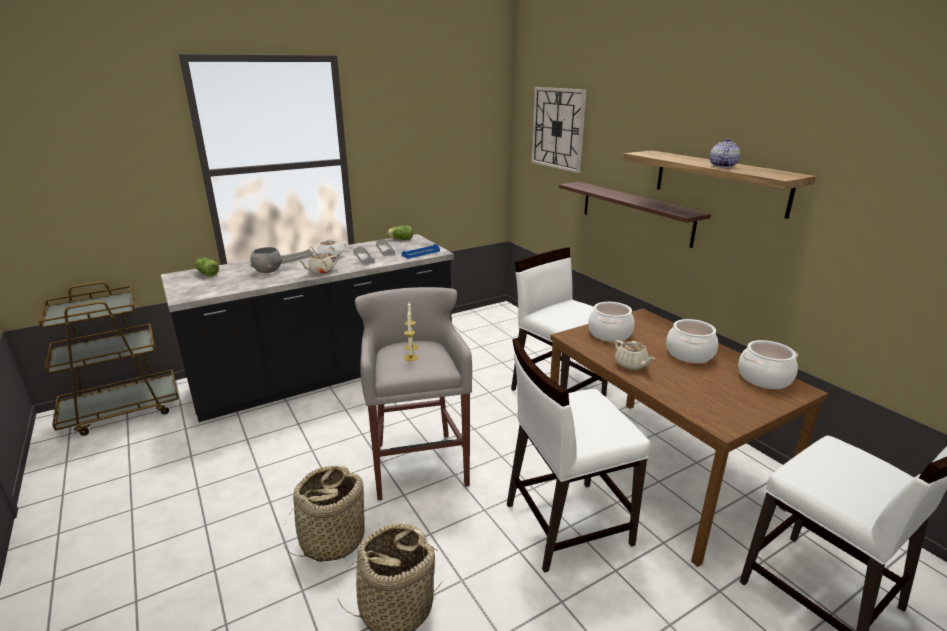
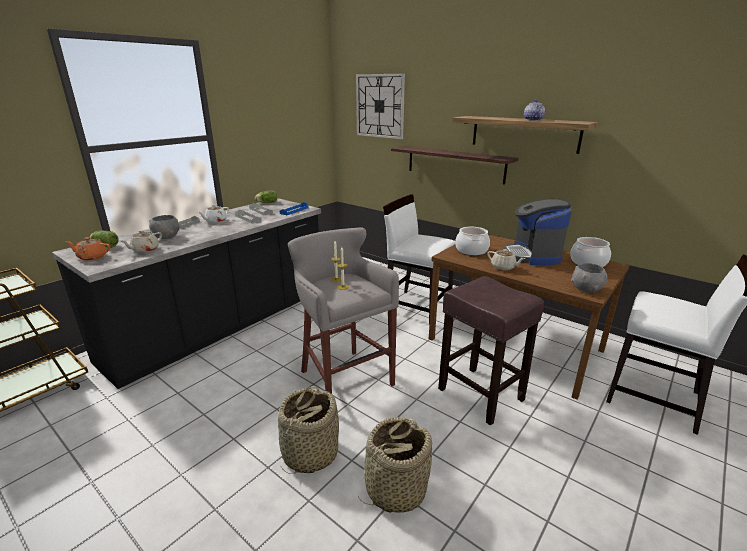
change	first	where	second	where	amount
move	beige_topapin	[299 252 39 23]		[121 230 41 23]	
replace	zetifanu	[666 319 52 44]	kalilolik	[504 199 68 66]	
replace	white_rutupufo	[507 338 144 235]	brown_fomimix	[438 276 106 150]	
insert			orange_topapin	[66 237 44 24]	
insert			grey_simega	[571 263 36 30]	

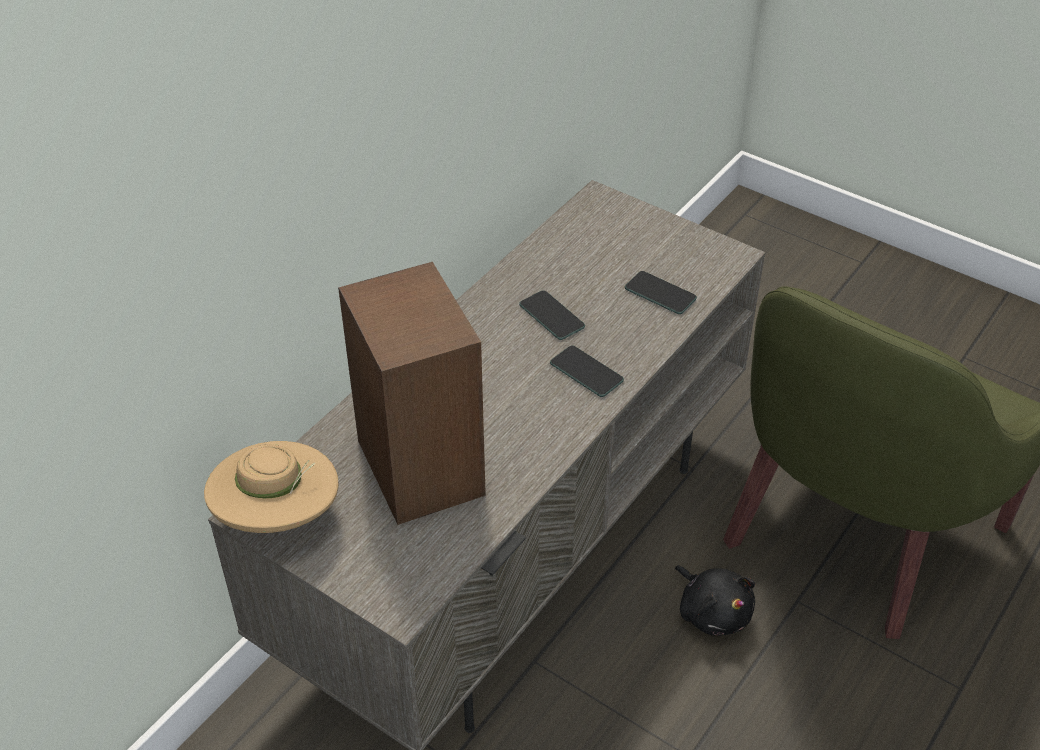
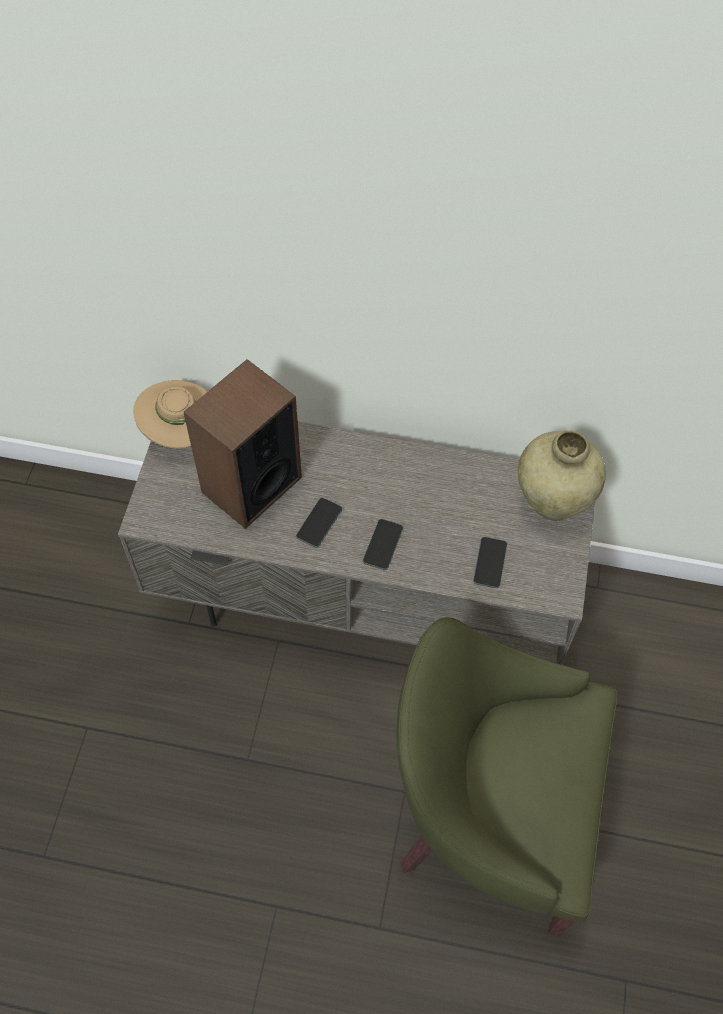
change	first	where	second	where	amount
move	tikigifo	[519 290 66 50]		[296 498 46 50]	
delete	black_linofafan	[675 565 80 71]			
insert			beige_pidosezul	[518 430 88 91]	

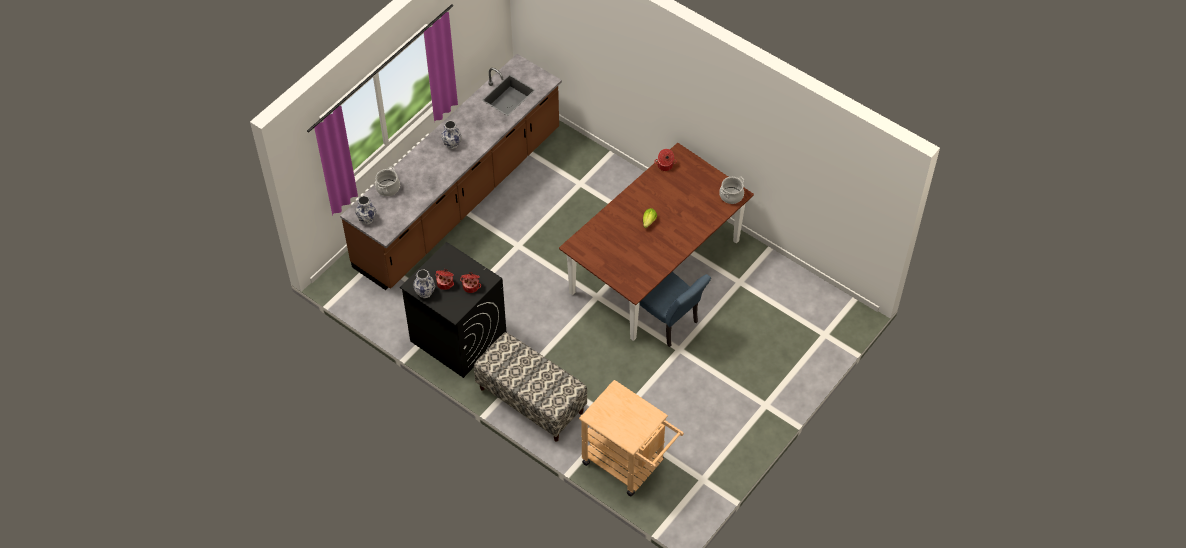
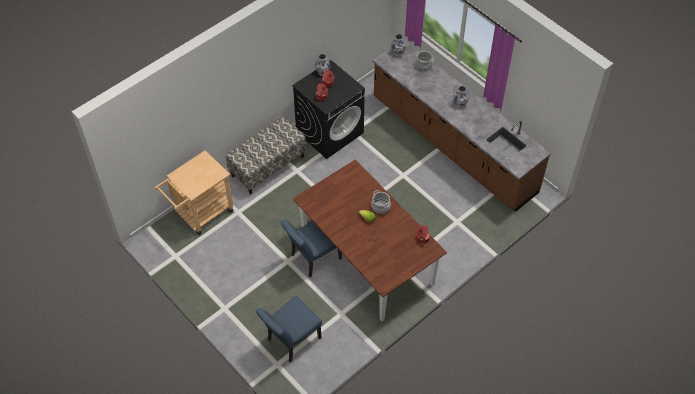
change	first	where	second	where	amount
move	zetifanu	[719 176 25 28]		[371 190 20 24]	
insert			blue_rutupufo	[256 296 66 67]	

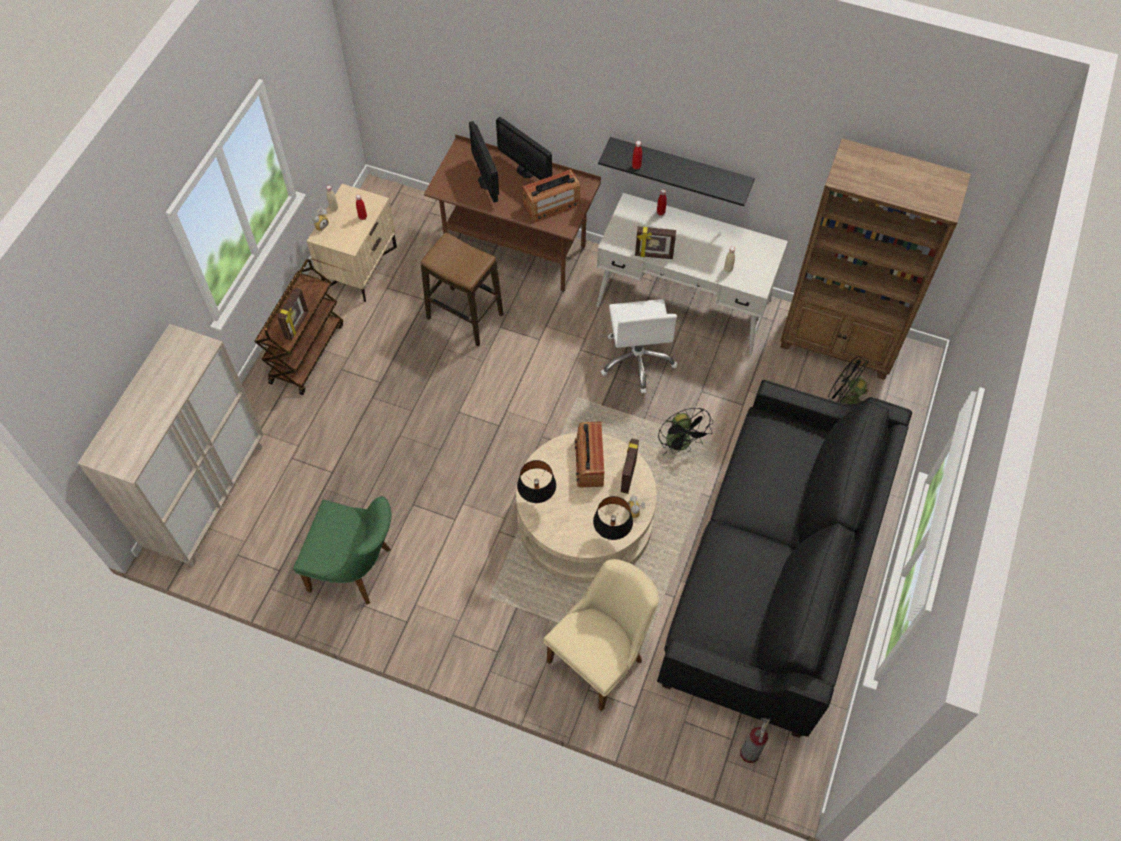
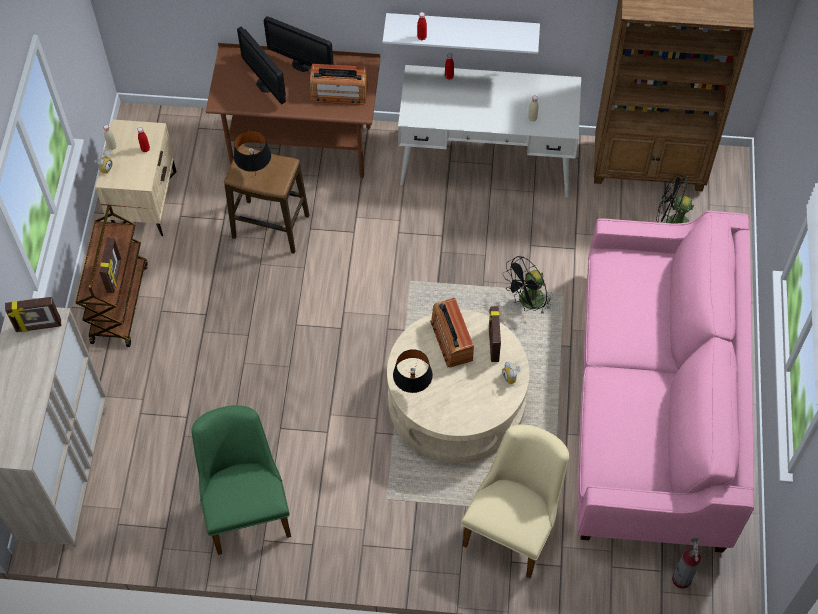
change	first	where	second	where	amount
recolor	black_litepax	[598 137 157 69]	white_litepax	[383 13 157 41]	
rotate	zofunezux	[523 169 57 53]		[310 64 58 41]	45 degrees clockwise
move	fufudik	[635 226 41 33]		[5 297 56 35]	
delete	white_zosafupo	[601 299 76 94]			
recolor	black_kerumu	[657 380 255 358]	pink_kerumu	[577 211 177 342]	
rotate	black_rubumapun	[658 408 55 47]		[503 256 49 58]	90 degrees clockwise
rotate	green_rutupufo	[293 496 98 108]		[191 405 100 150]	105 degrees counterclockwise
move	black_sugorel	[593 496 40 44]		[234 130 37 46]	

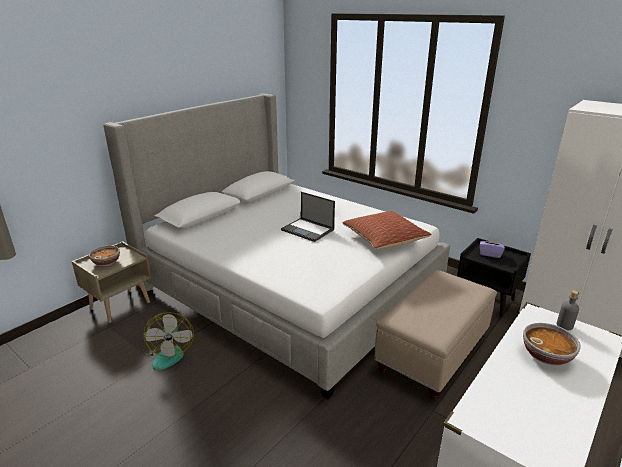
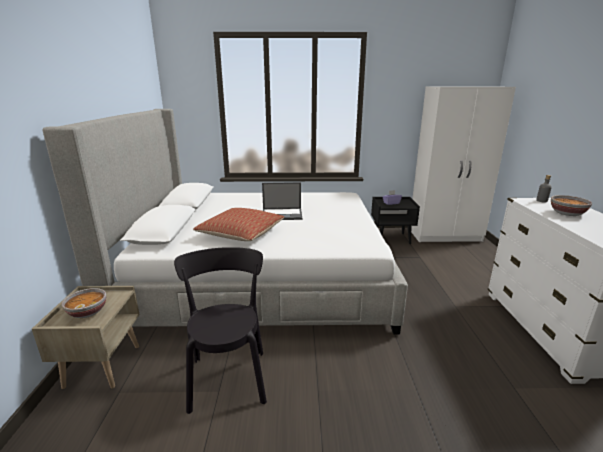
change	first	where	second	where	amount
move	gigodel	[343 211 89 38]		[193 208 91 33]	
delete	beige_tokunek	[375 270 122 129]			
replace	rubumapun	[142 312 52 58]	black_rutupufo	[174 247 93 167]	

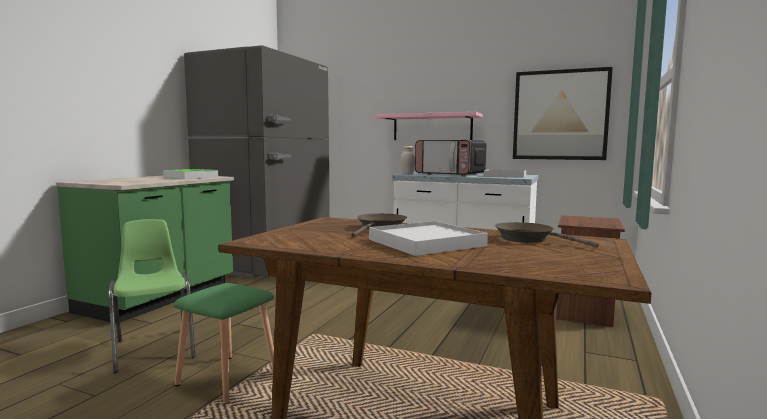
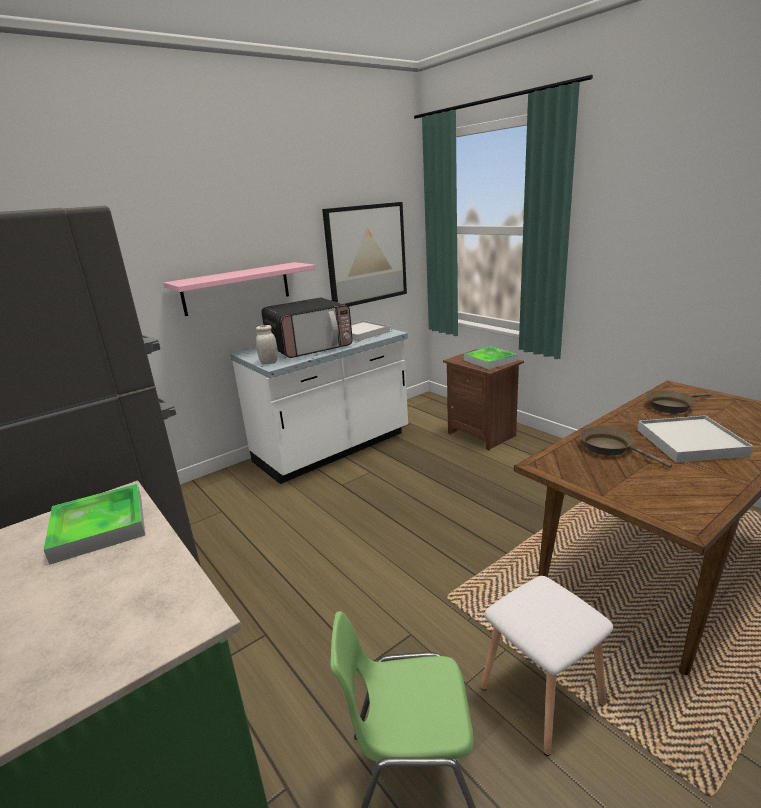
change	first	where	second	where	amount
recolor	green_fomimix	[174 283 100 120]	white_fomimix	[481 576 132 180]	
insert			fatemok	[464 347 53 22]	

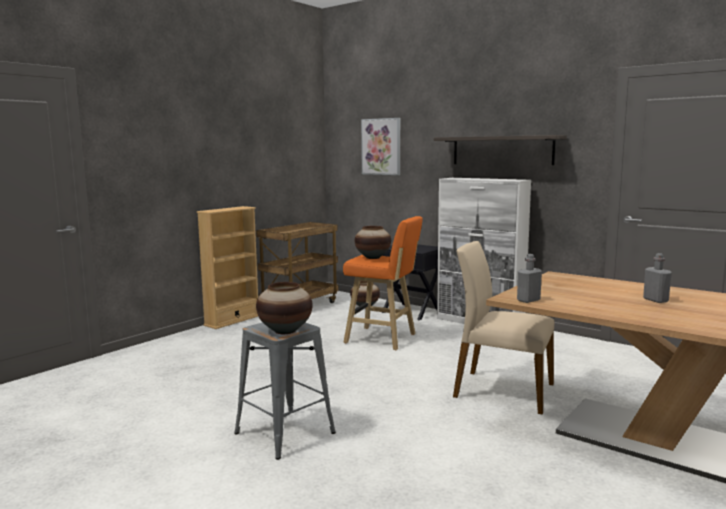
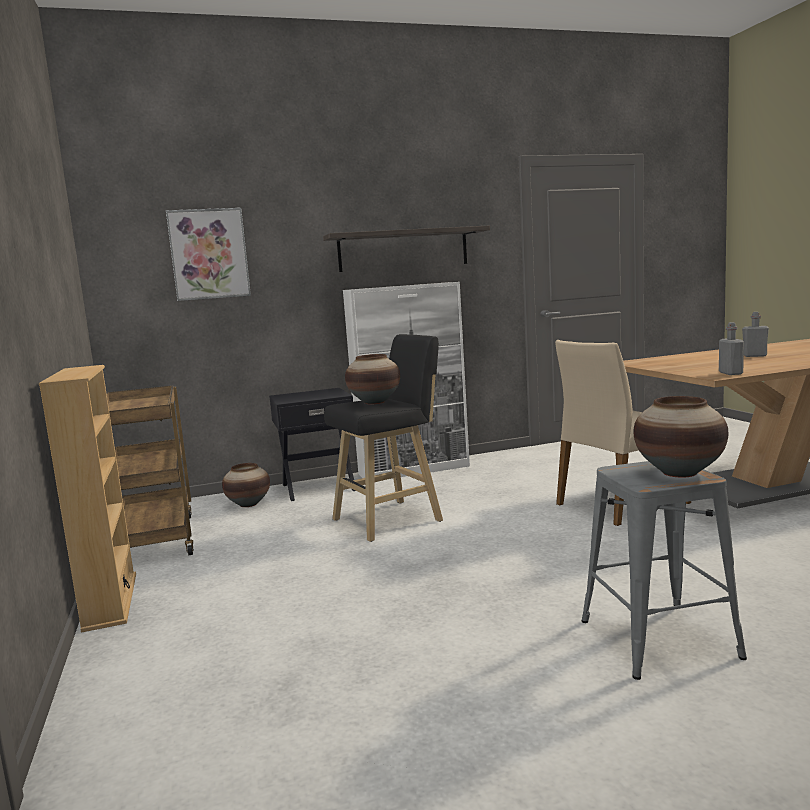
change	first	where	second	where	amount
recolor	orange_fomimix	[343 216 80 134]	black_fomimix	[324 334 119 208]	

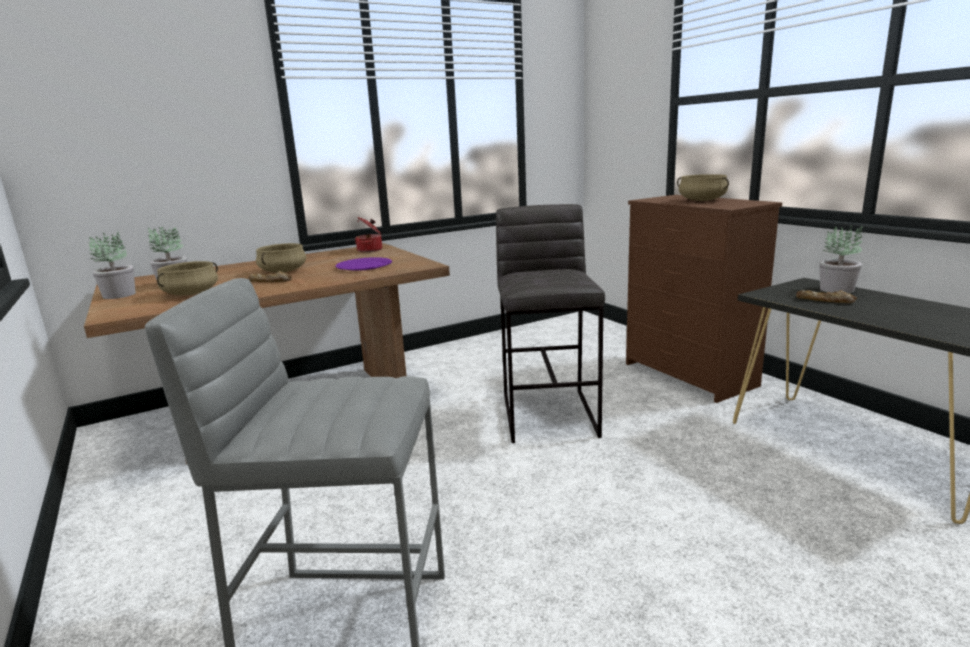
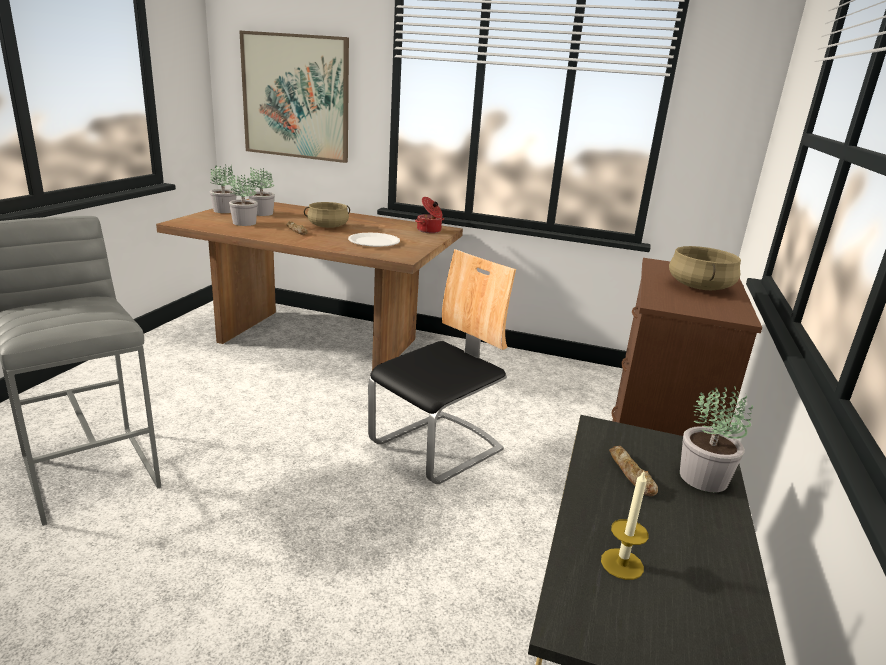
change	first	where	second	where	amount
replace	grey_fomimix	[496 204 109 239]	rutupufo	[368 249 148 235]	
recolor	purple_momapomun	[335 257 57 14]	white_momapomun	[348 233 52 14]	
replace	beige_zetifanu	[157 261 61 34]	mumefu	[229 174 29 52]	
insert			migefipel	[239 31 110 132]	
insert			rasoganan	[601 471 47 109]	

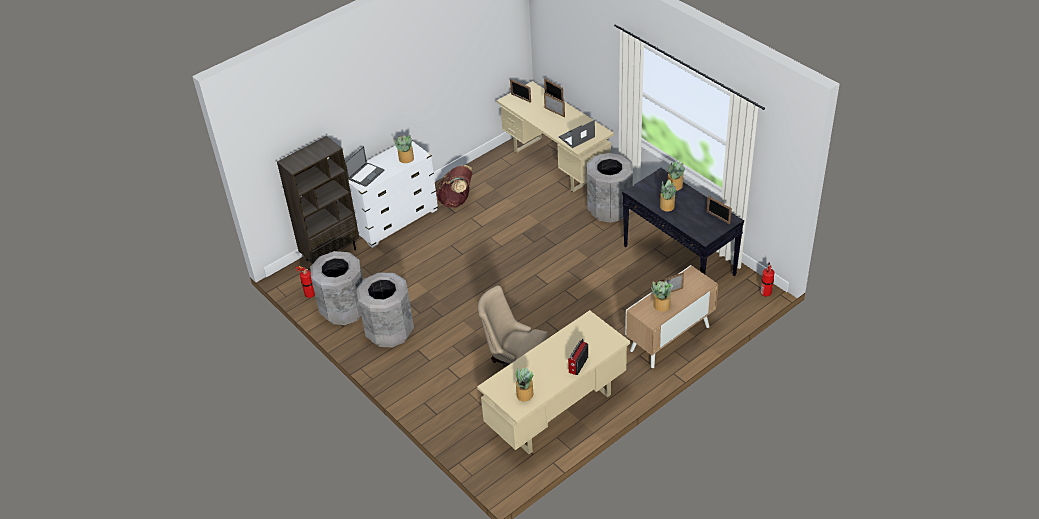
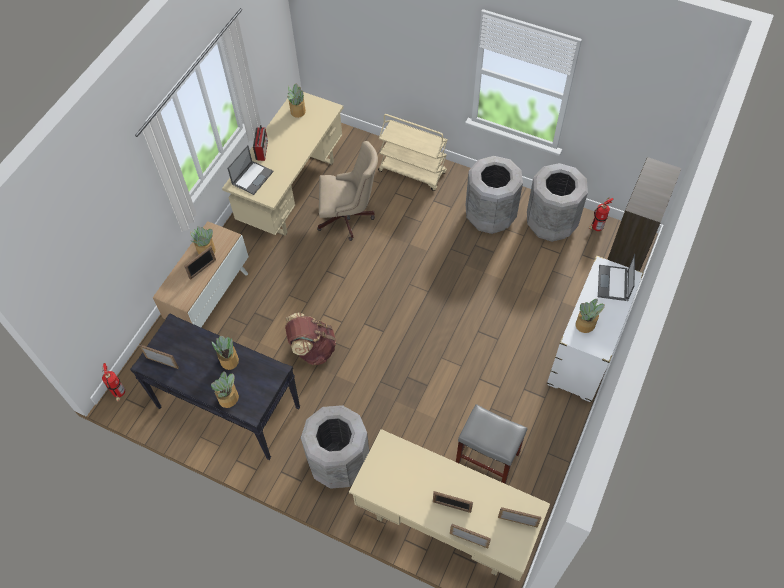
change	first	where	second	where	amount
move	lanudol	[559 120 36 28]		[227 145 46 50]	
move	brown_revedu	[436 165 37 43]		[285 312 51 53]	
insert			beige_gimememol	[378 114 69 77]	
insert			grey_fomimix	[456 404 71 80]	

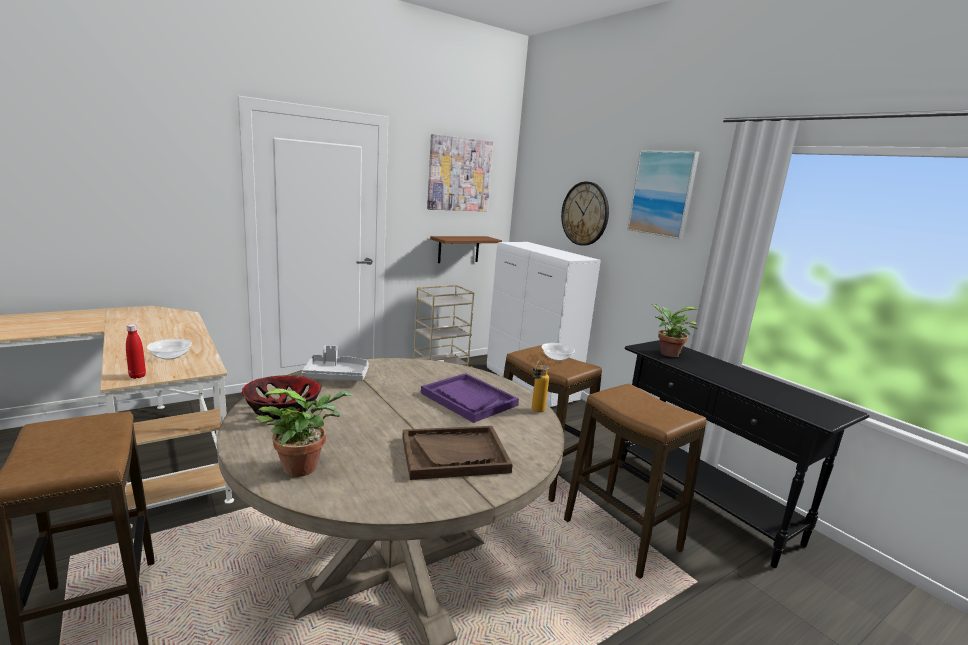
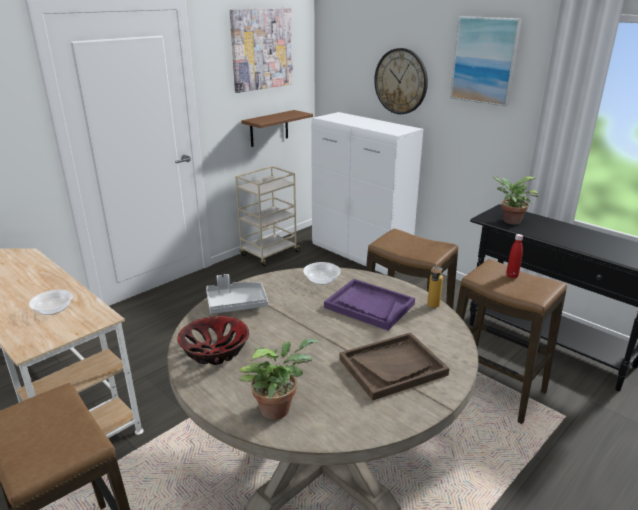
change	first	where	second	where	amount
move	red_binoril	[126 324 20 55]		[506 234 17 44]	
move	simega	[541 343 34 18]		[303 262 38 23]	

